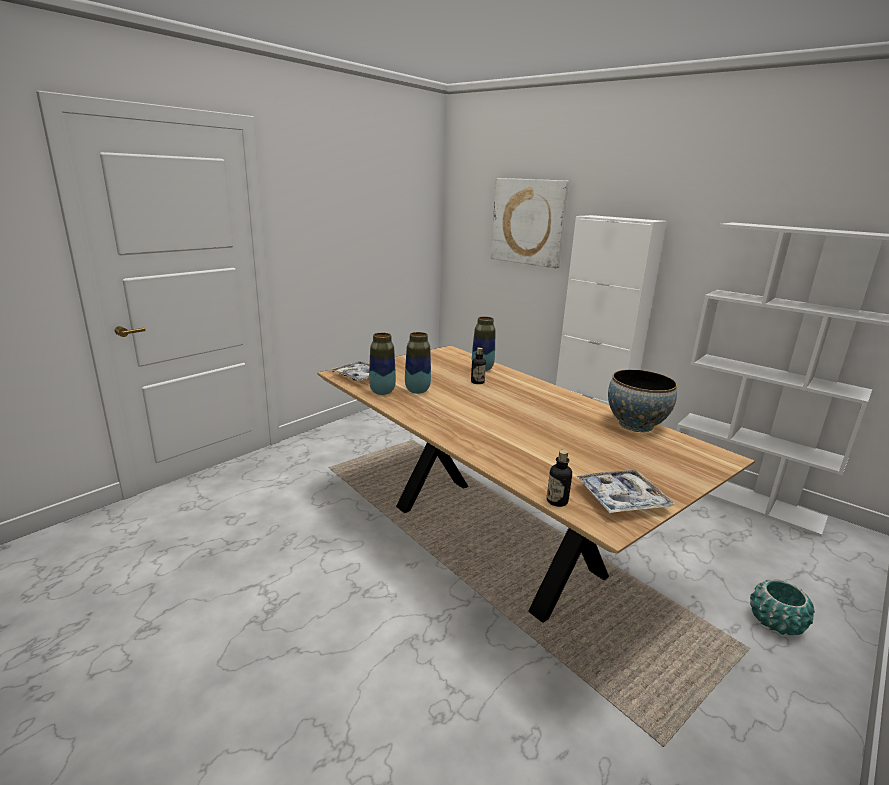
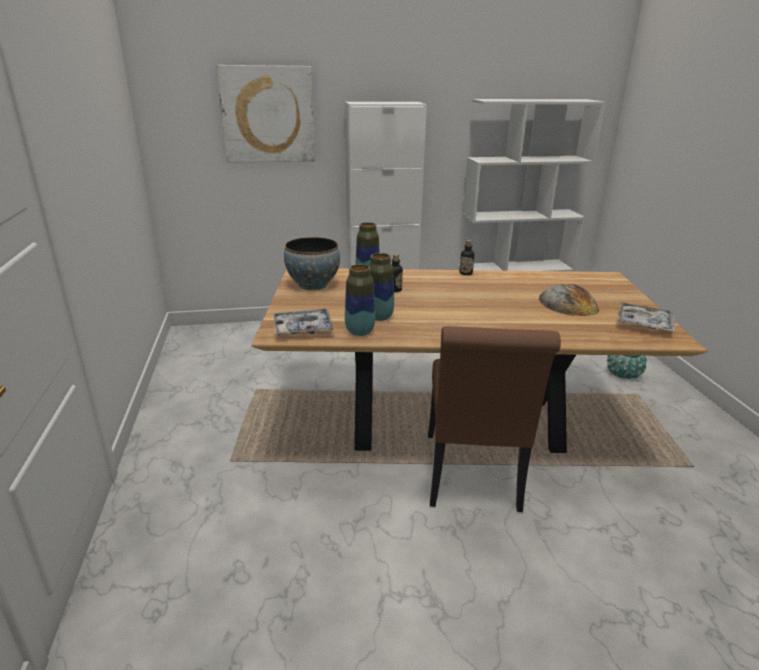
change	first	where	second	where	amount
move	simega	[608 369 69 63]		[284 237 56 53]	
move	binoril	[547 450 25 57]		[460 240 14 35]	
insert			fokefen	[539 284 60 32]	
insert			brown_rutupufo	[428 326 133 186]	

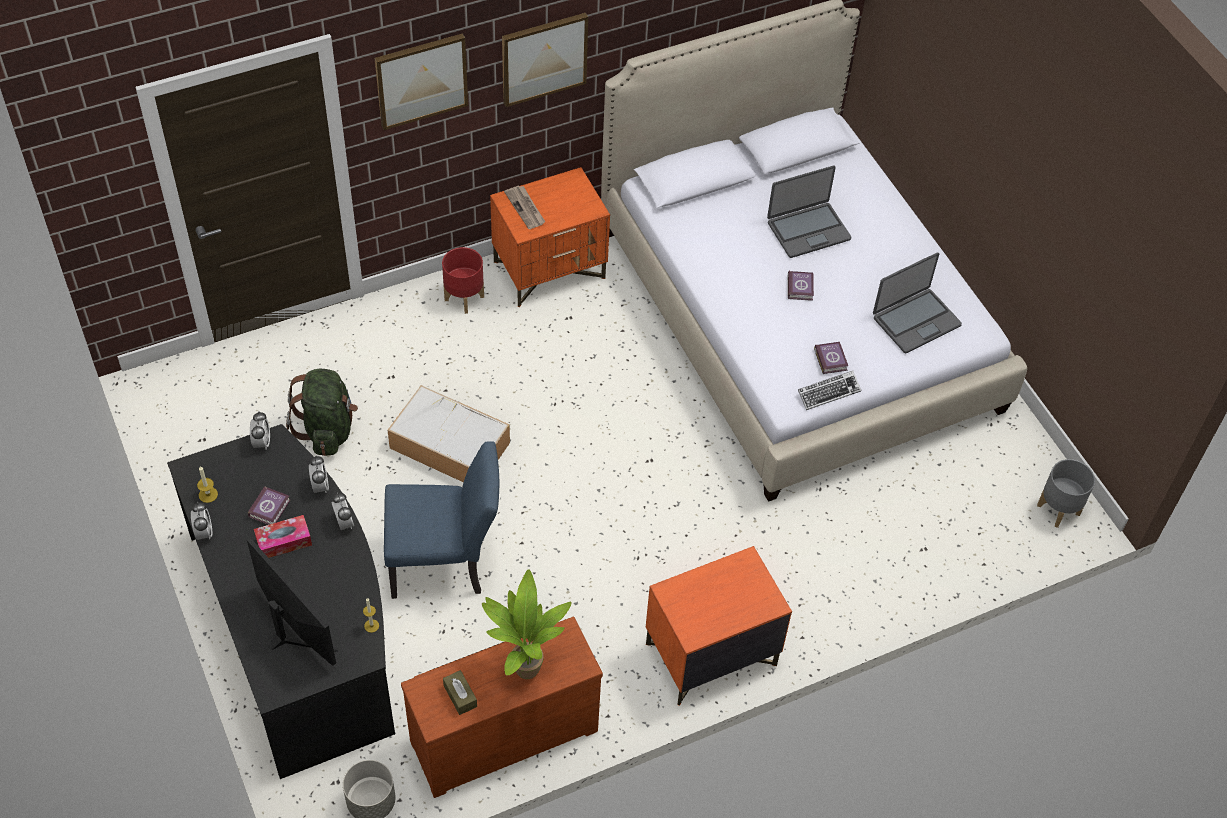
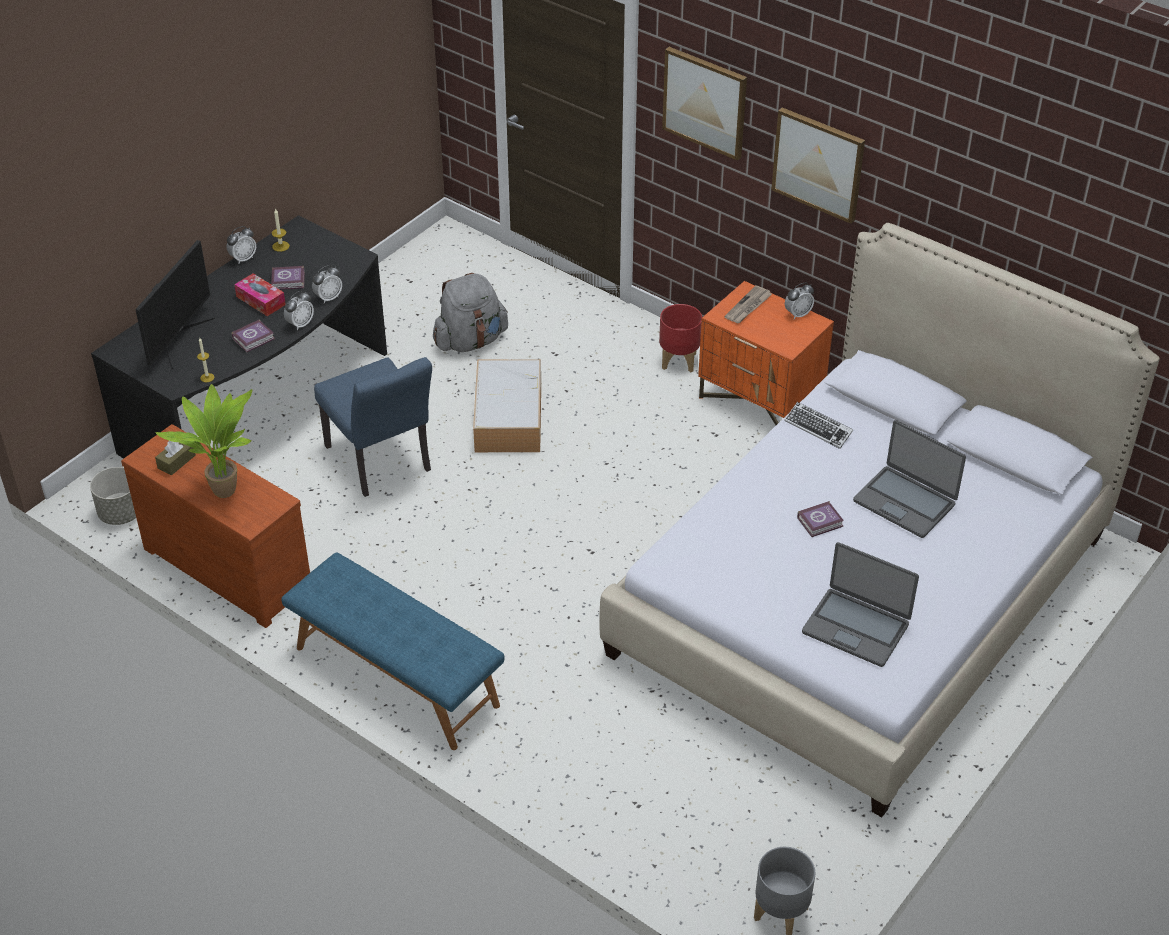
change	first	where	second	where	amount
move	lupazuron	[814 342 34 32]		[231 319 44 33]	
recolor	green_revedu	[286 369 72 87]	grey_revedu	[433 273 75 79]	
move	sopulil	[798 371 63 39]		[784 402 69 47]	
move	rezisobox	[250 412 20 38]		[785 283 29 36]	
replace	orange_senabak	[646 546 146 160]	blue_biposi	[282 552 223 198]	

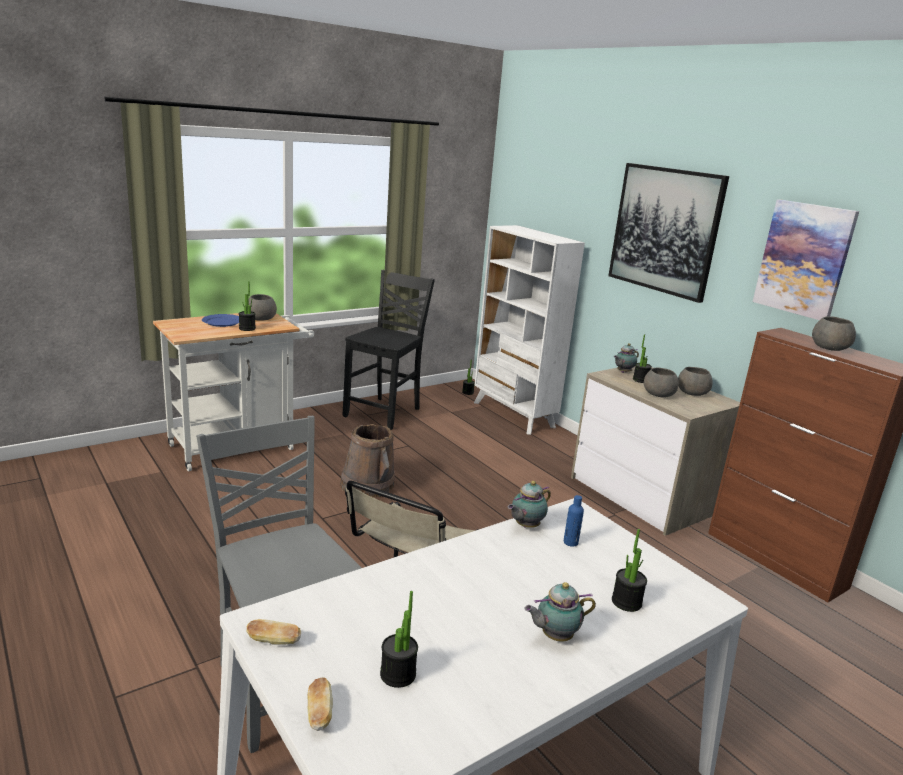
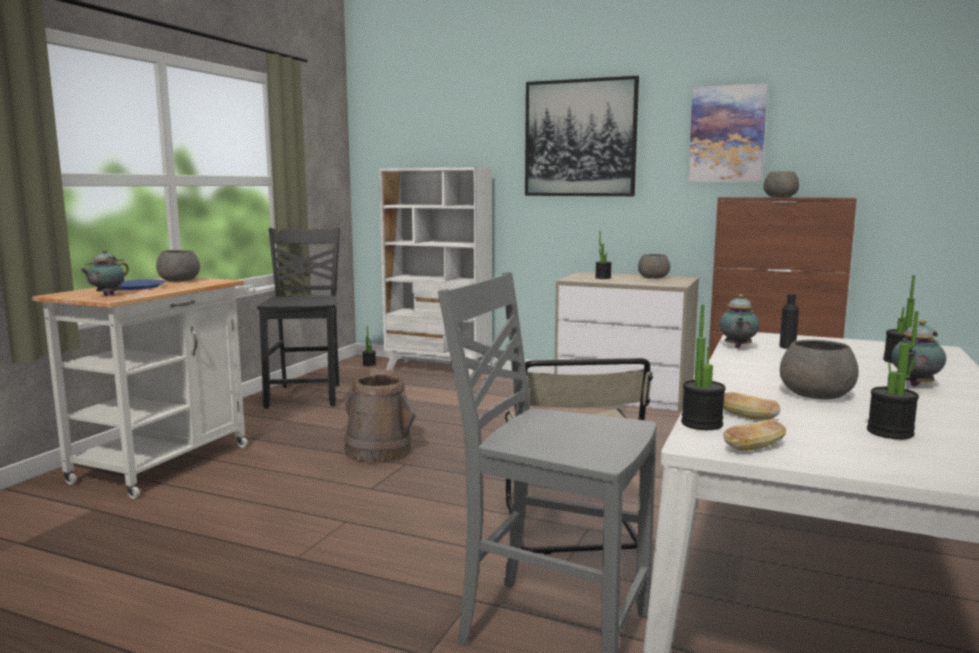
change	first	where	second	where	amount
move	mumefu	[239 281 17 50]		[681 305 44 125]	
move	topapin	[614 343 25 30]		[80 250 49 46]	
move	grey_simega	[644 367 35 31]		[780 340 79 59]	
recolor	blue_binoril	[564 495 20 52]	black_binoril	[779 294 20 55]	
move	fokefen	[307 677 26 54]		[723 392 58 28]	

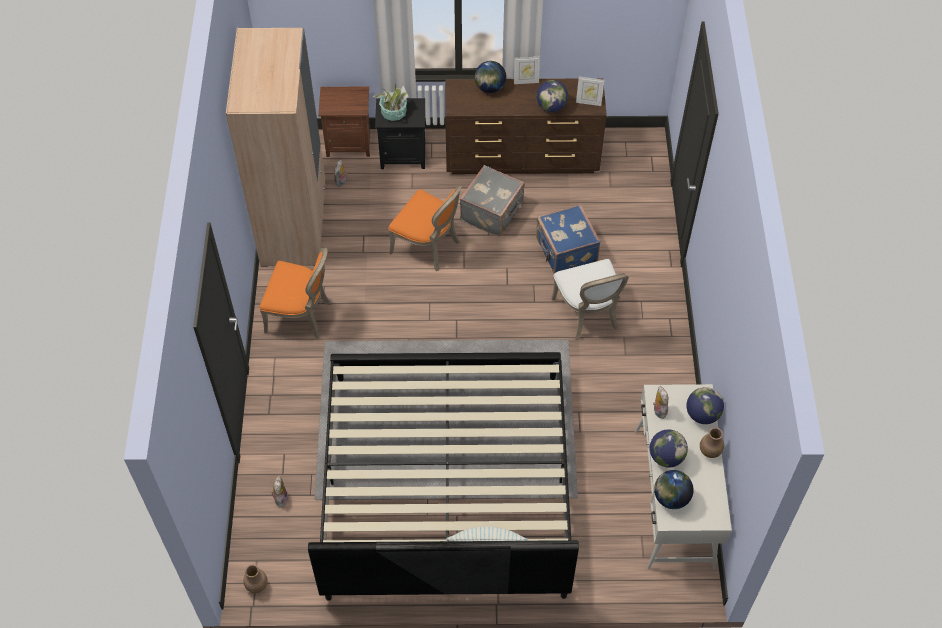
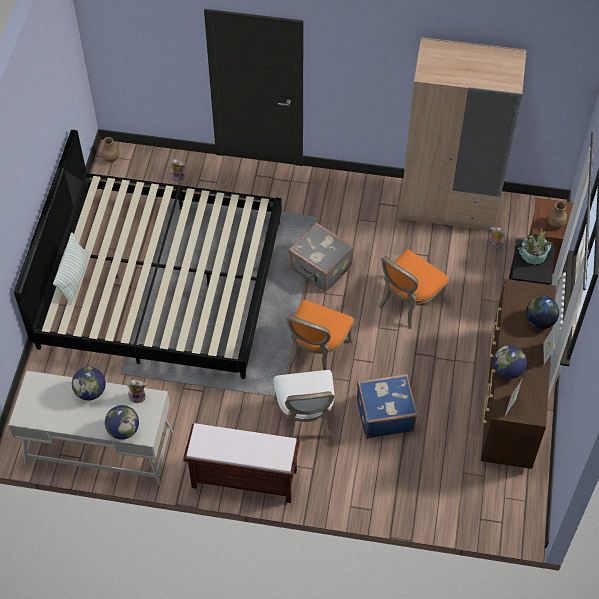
change	first	where	second	where	amount
move	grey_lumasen	[460 165 65 72]		[289 222 65 70]	
move	orange_rutupufo	[260 248 71 91]		[286 300 68 70]	
rotate	white_rutupufo	[552 259 77 81]		[273 370 62 68]	90 degrees counterclockwise
move	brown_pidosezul	[700 427 24 31]		[547 201 20 28]	
delete	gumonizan	[654 470 40 39]			
insert			brown_biposi	[183 423 117 80]	

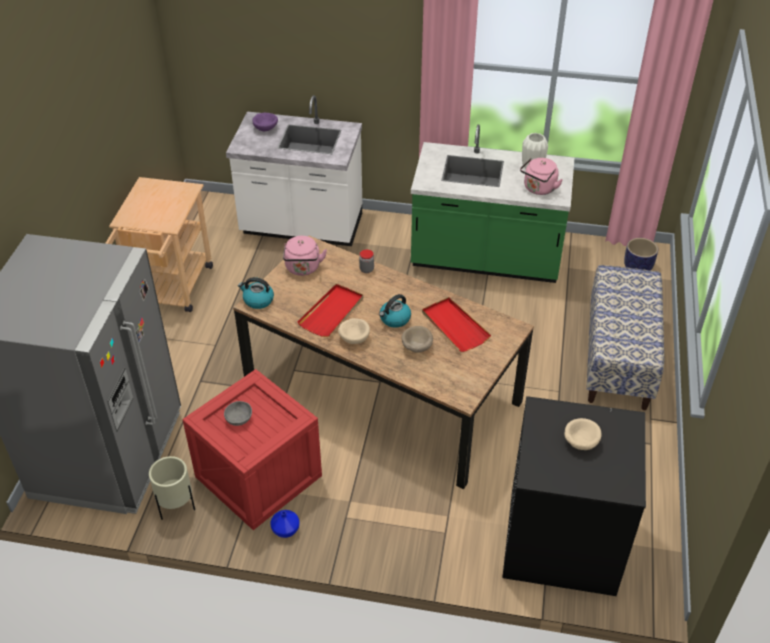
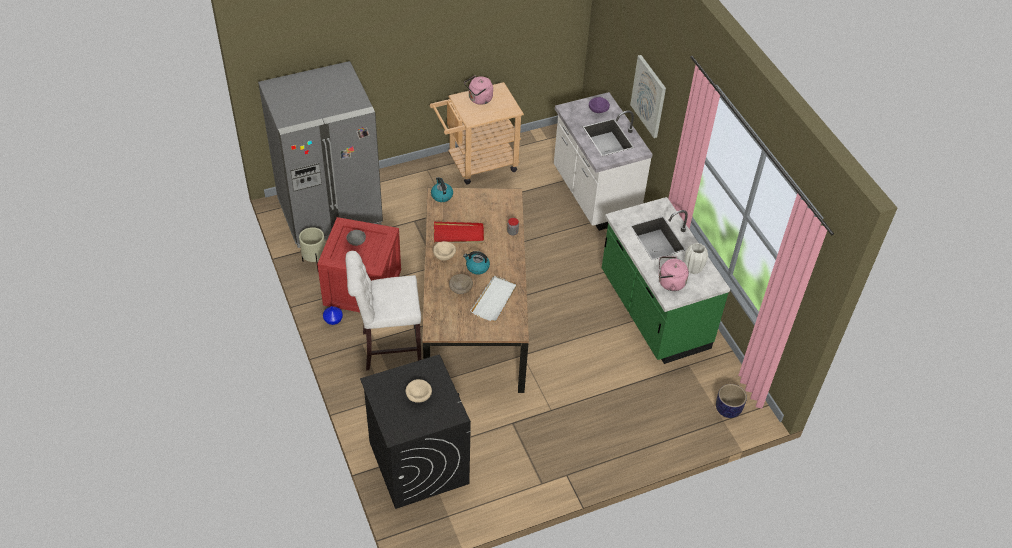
change	first	where	second	where	amount
move	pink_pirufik	[283 236 44 40]		[464 76 29 29]	
delete	biposi	[586 265 78 145]			
recolor	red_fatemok	[422 297 69 55]	white_fatemok	[470 276 47 45]	
insert			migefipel	[630 55 36 83]	
insert			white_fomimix	[346 251 75 119]	

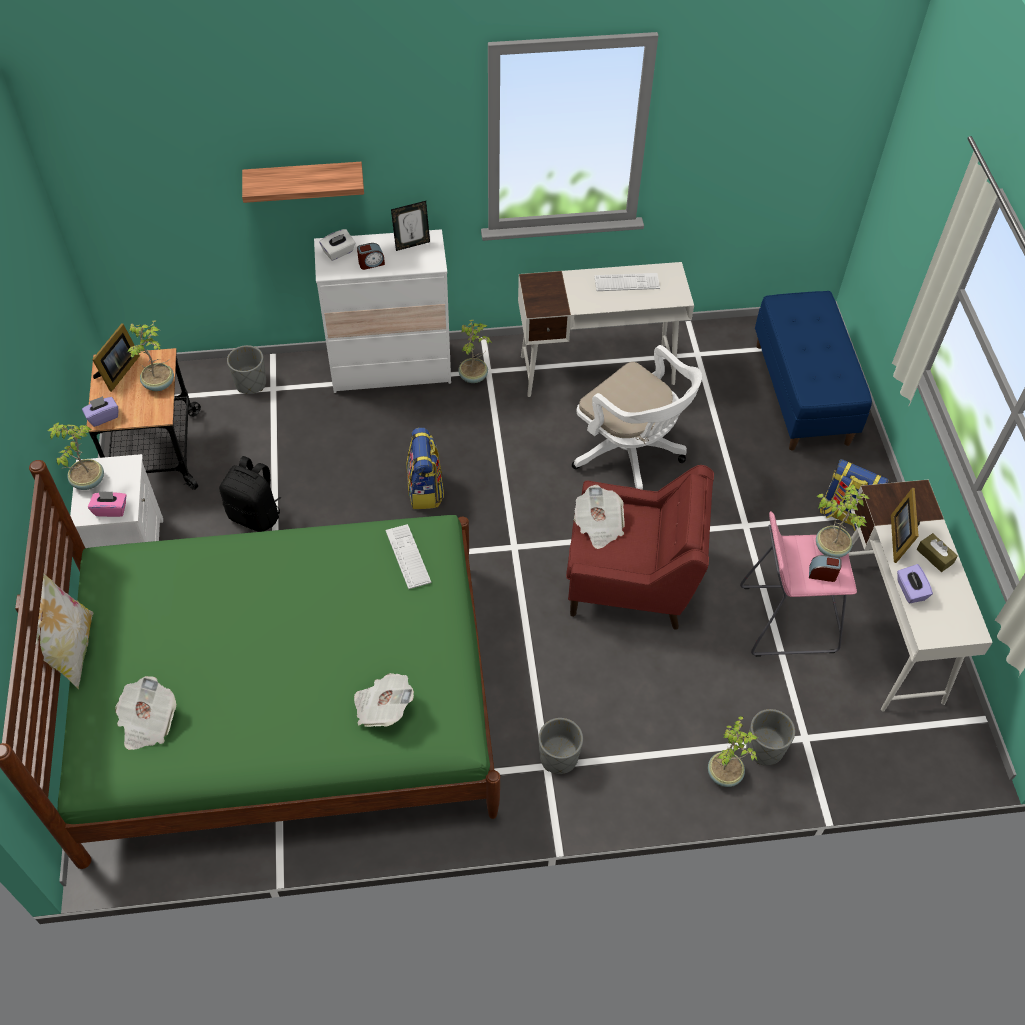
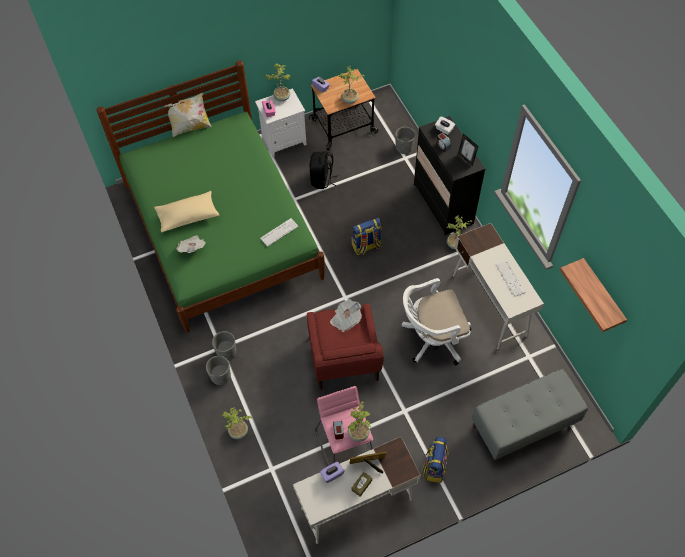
change	first	where	second	where	amount
move	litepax	[242 162 122 41]		[560 258 67 74]	
recolor	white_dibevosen	[314 229 137 164]	black_dibevosen	[414 116 71 119]	
recolor	blue_biposi	[755 291 117 160]	grey_biposi	[471 369 117 92]	
delete	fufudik	[92 323 48 69]			
rotate	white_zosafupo	[572 345 130 145]		[401 278 70 87]	45 degrees clockwise
delete	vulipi	[115 676 61 74]			
move	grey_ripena	[746 709 49 56]		[206 356 25 29]	
insert			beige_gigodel	[154 191 65 41]	

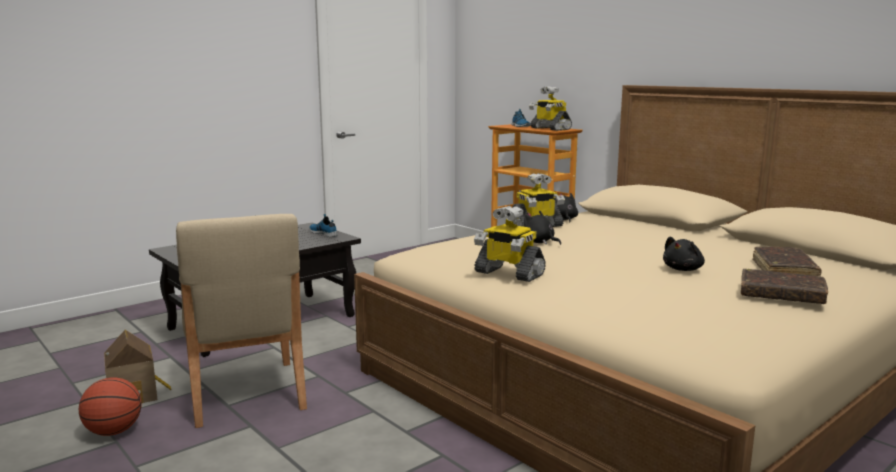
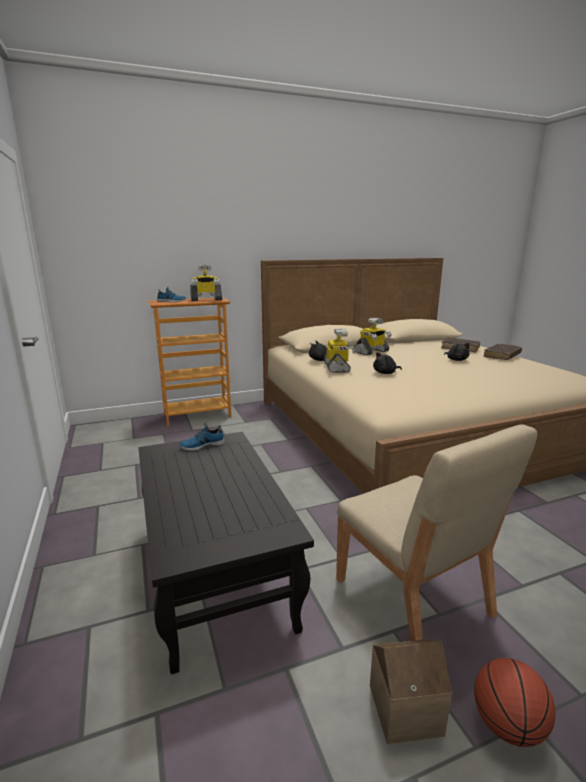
change	first	where	second	where	amount
move	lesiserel	[474 206 72 76]		[354 317 38 38]	
rotate	beige_rutupufo	[176 214 131 214]		[336 424 201 217]	60 degrees clockwise

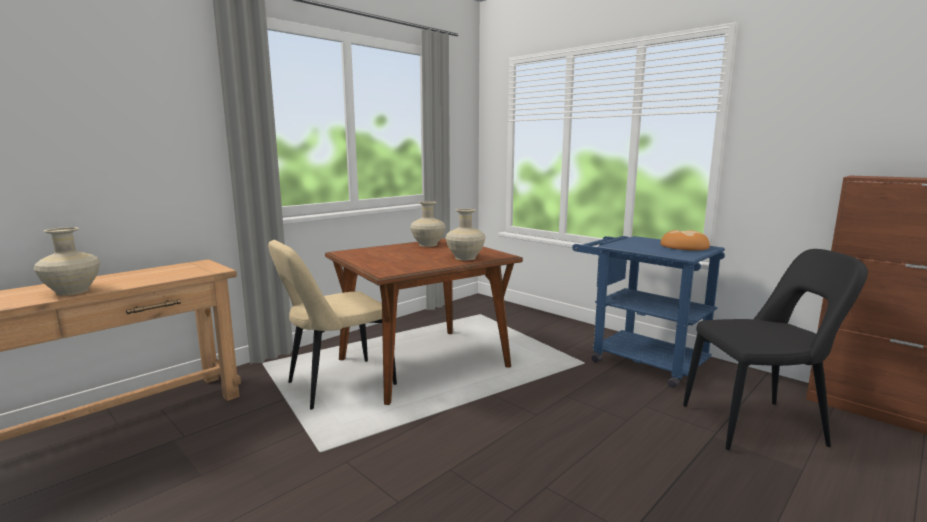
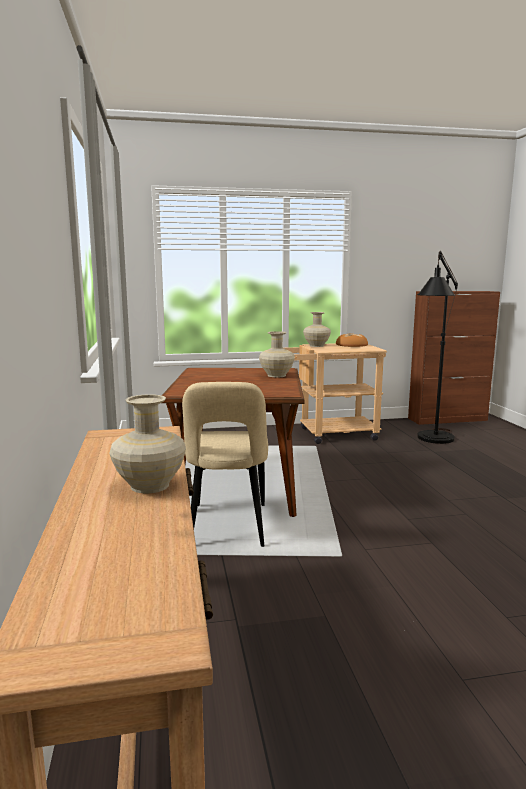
change	first	where	second	where	amount
move	beige_pidosezul	[410 201 35 46]		[303 312 28 35]	
recolor	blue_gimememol	[572 236 153 152]	beige_gimememol	[284 343 103 101]	
replace	black_rutupufo	[683 249 185 201]	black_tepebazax	[417 251 41 193]	

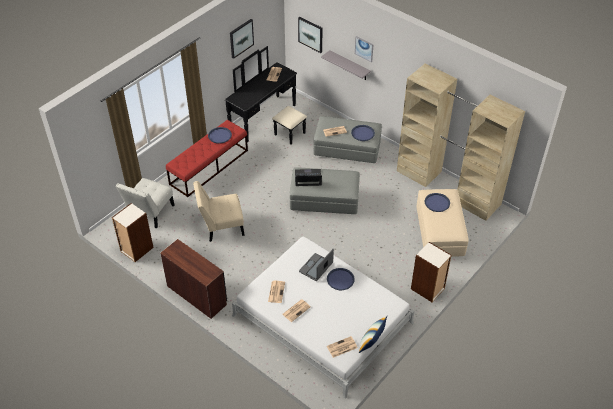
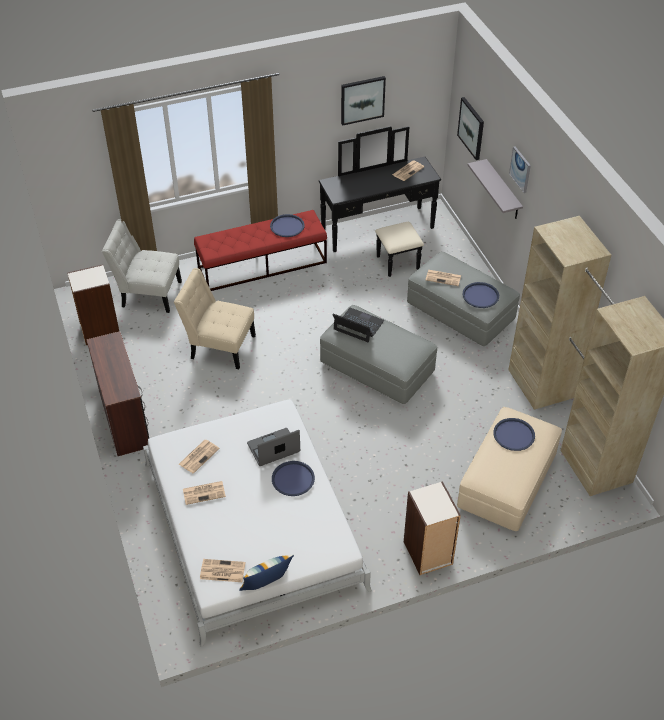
change	first	where	second	where	amount
rotate	white_rutupufo	[116 178 59 51]		[102 219 80 94]	45 degrees clockwise

